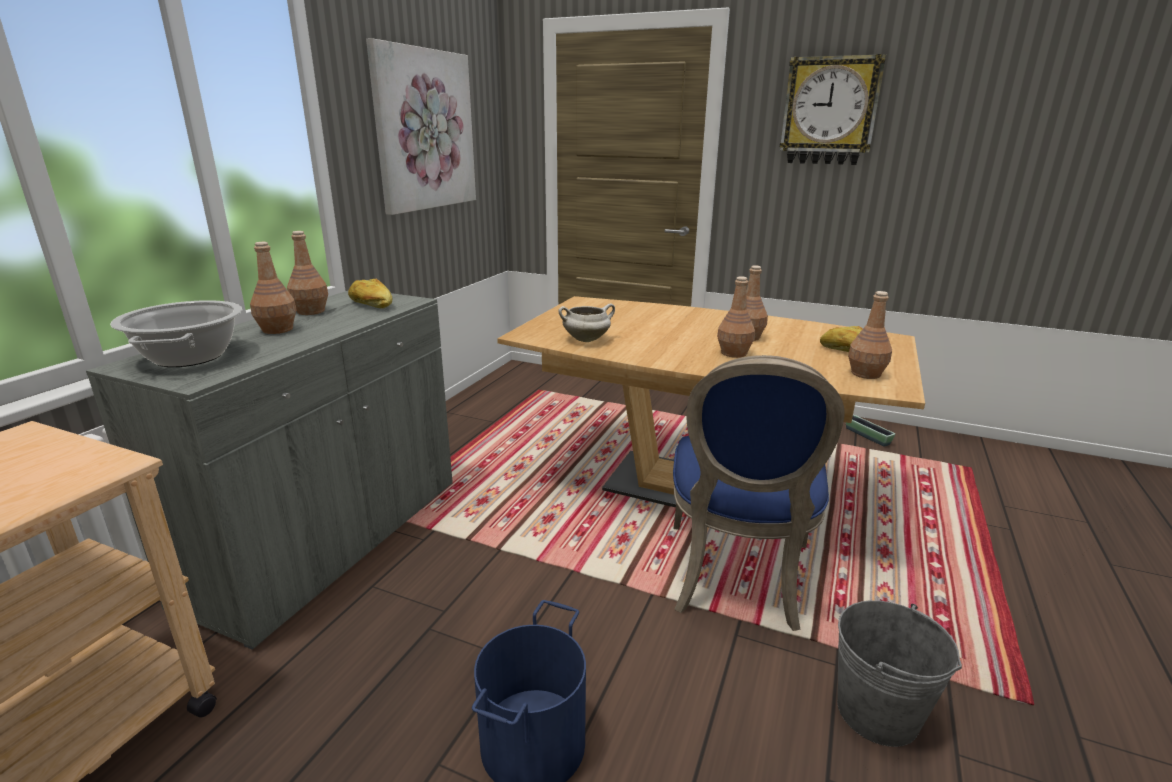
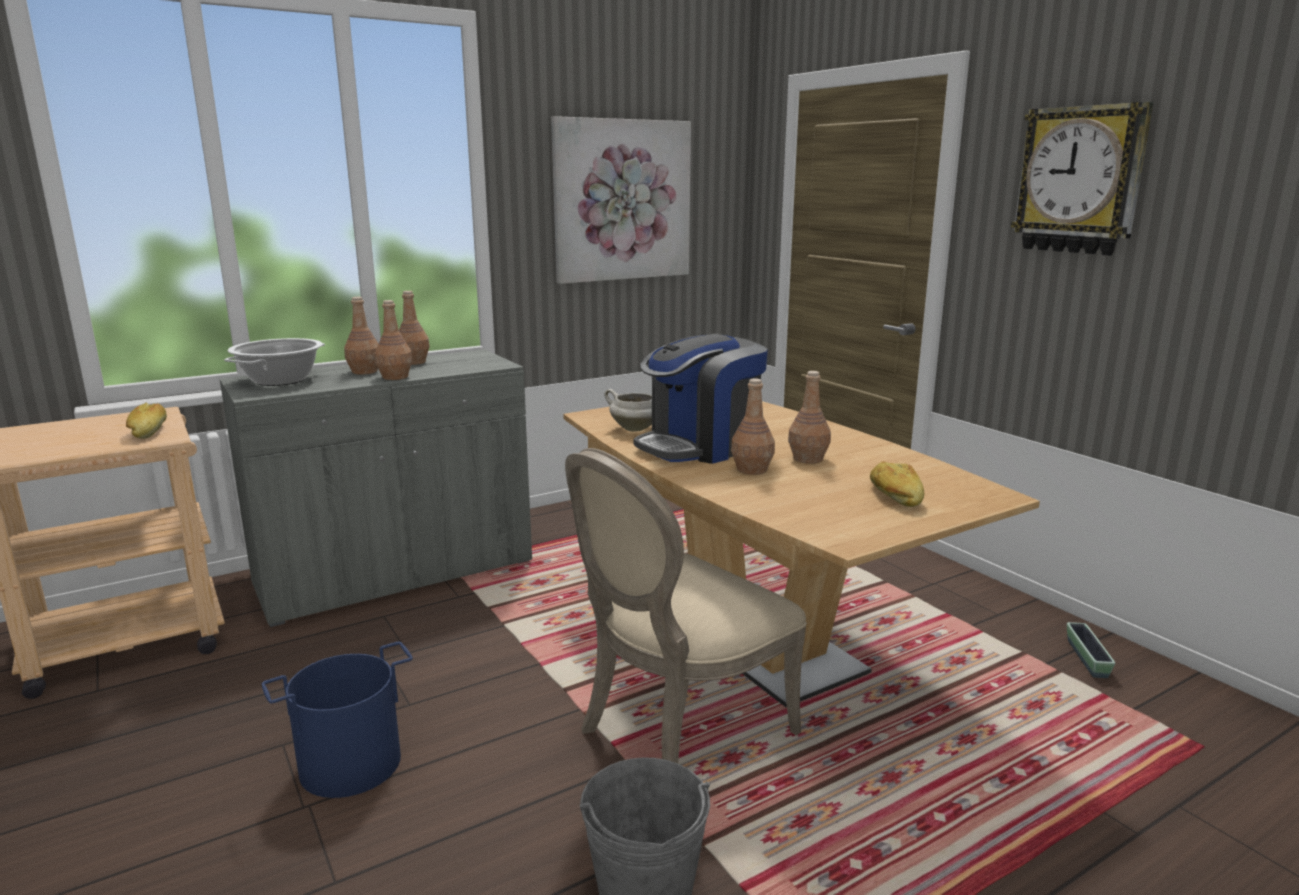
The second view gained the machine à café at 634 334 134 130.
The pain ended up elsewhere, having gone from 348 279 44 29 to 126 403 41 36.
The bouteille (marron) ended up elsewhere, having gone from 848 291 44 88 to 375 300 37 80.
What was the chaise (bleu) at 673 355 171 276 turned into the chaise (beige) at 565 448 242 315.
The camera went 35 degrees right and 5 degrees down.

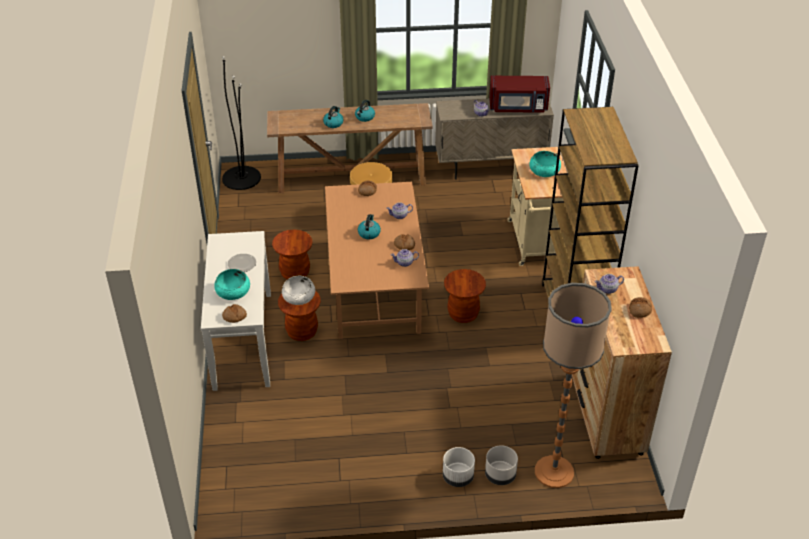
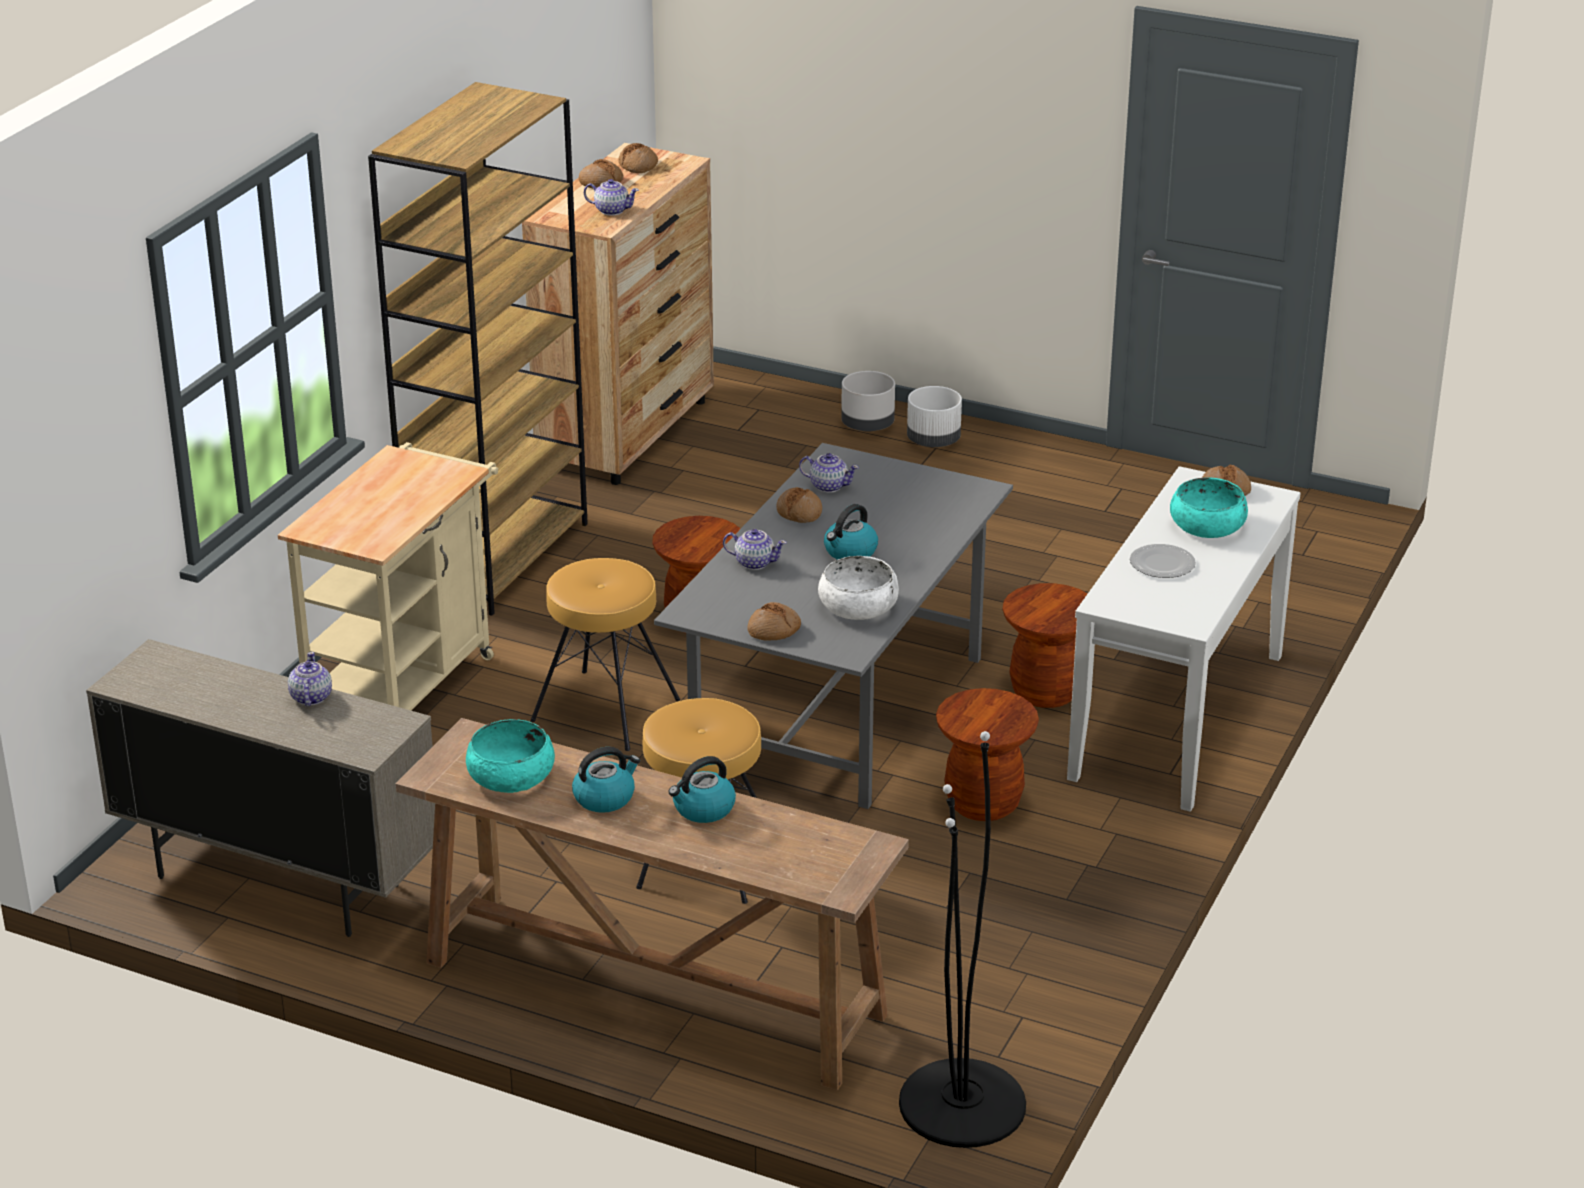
The second view lost the micro-ondes (rouge) at 489 76 61 36.
The second view lost the lampadaire at 535 283 77 205.
The second view gained the tabouret (marron) at 530 558 150 193.
The second view gained the pain at 618 143 40 30.
The bol (blanc) ended up elsewhere, having gone from 282 276 33 29 to 818 556 81 64.
The bol (turquoise) ended up elsewhere, having gone from 529 151 32 26 to 466 719 89 74.
What was the table à manger (marron) at 325 182 104 157 turned into the table à manger (gris) at 654 443 359 366.
The camera went 150 degrees left and 10 degrees down.

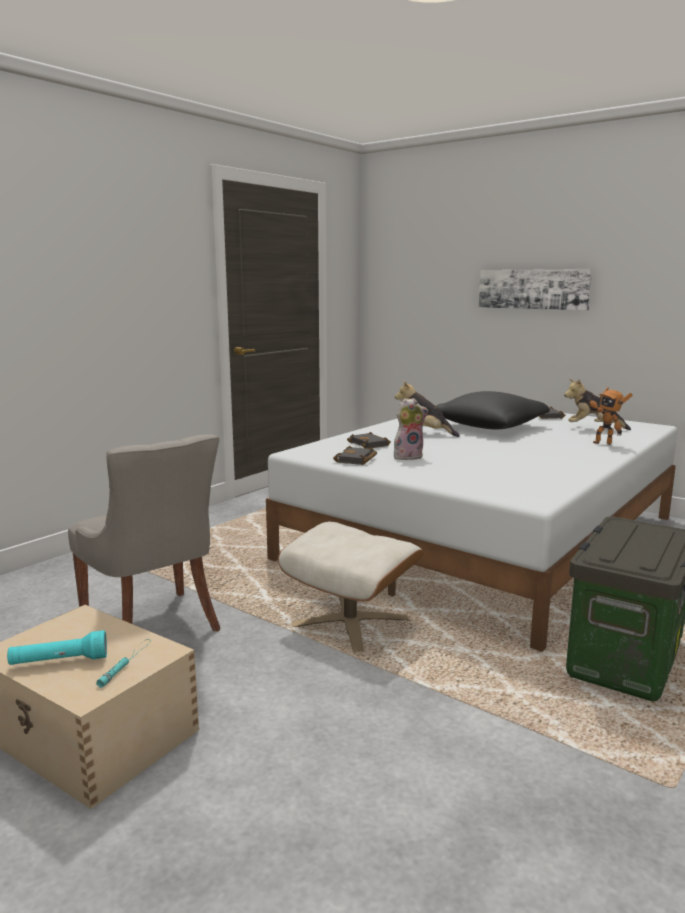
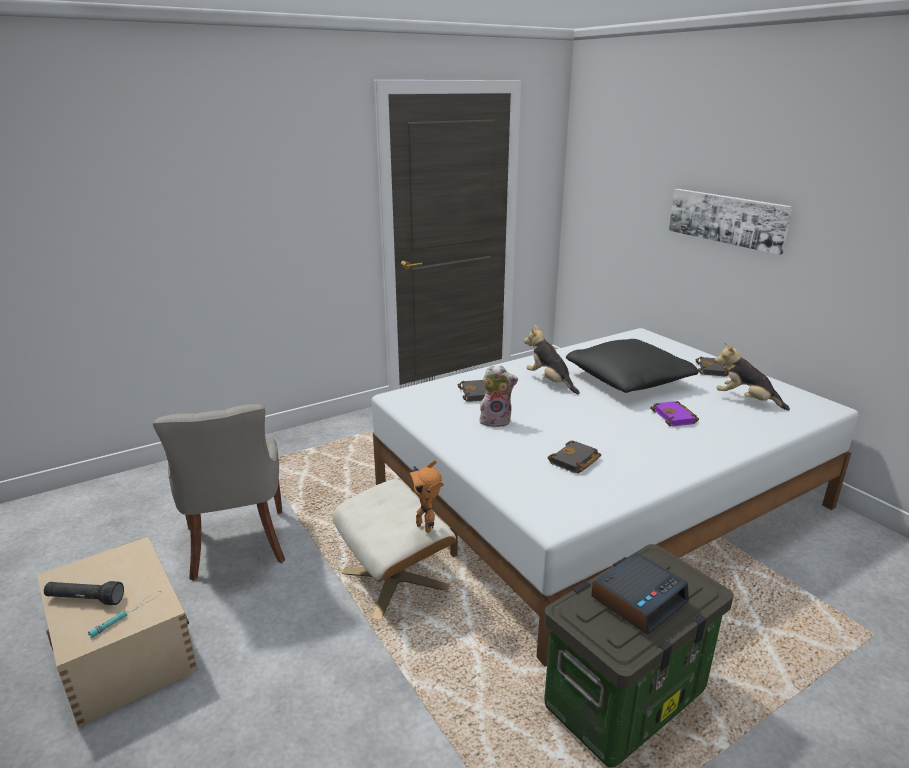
The second view gained the réveil at 591 552 98 83.
The second view gained the livre (violet) at 650 401 49 26.
The livre (noir) ended up elsewhere, having gone from 333 446 44 19 to 548 440 53 33.
The robot jouet ended up elsewhere, having gone from 586 387 47 58 to 409 460 35 73.
What was the lampe de poche (turquoise) at 7 630 100 35 turned into the lampe de poche (noir) at 44 581 80 24.
The camera went 20 degrees right and 10 degrees up.

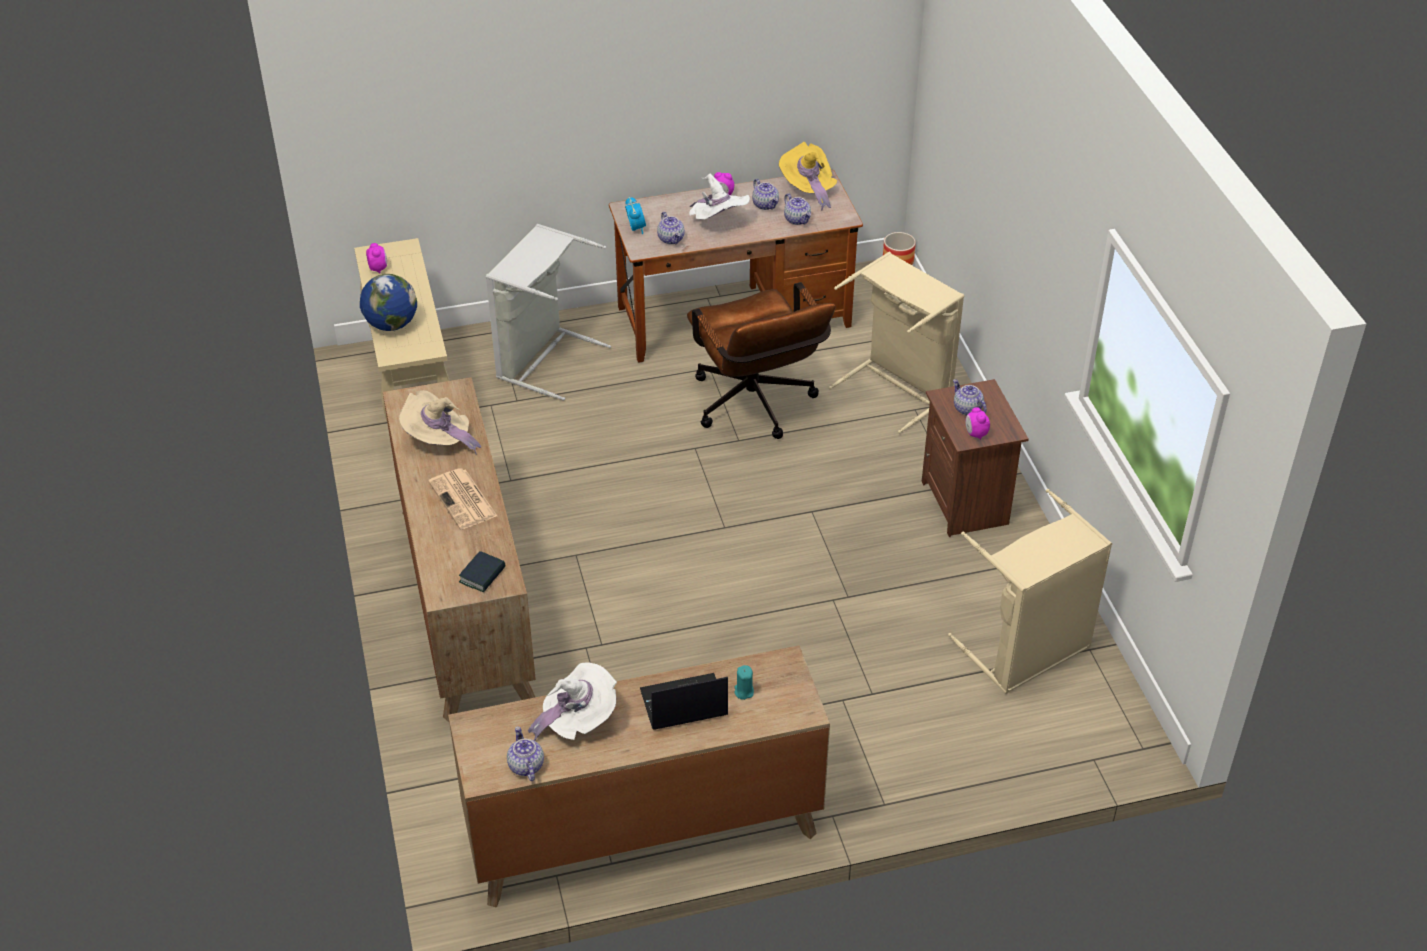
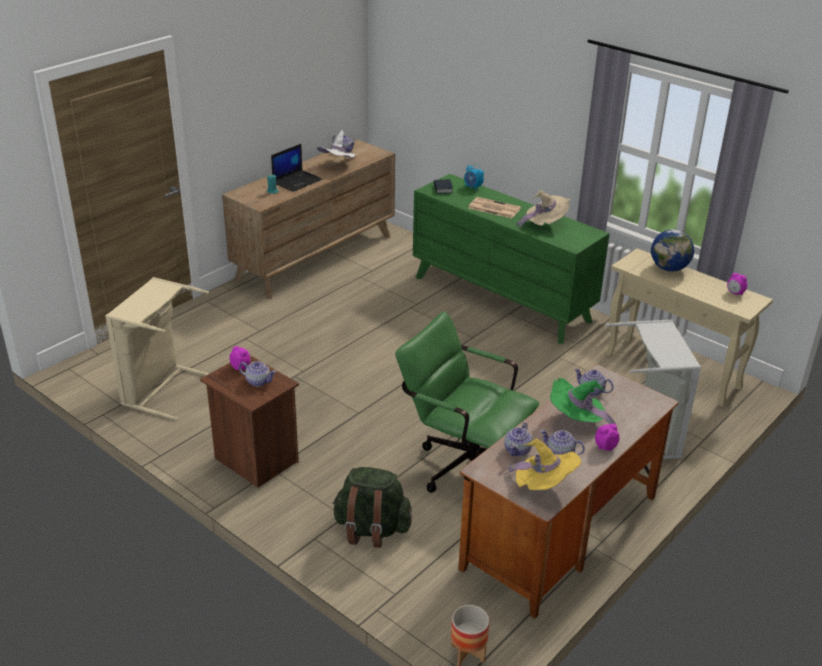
The réveil ended up elsewhere, having gone from 625 196 21 38 to 464 164 20 27.
Where the panier à linge (beige) stood at 829 252 135 182, the sac à dos (vert) came to stand at 332 467 80 81.
What was the commode (marron) at 383 377 153 345 turned into the commode (vert) at 413 174 197 170.
What was the chaise de bureau (marron) at 687 282 149 157 turned into the chaise de bureau (vert) at 395 311 144 182.
What was the chapeau (blanc) at 689 174 61 46 turned into the chapeau (vert) at 550 378 66 47.
The théière at 784 193 27 32 ended up facing another way, 90 degrees counterclockwise from before.
The camera went 145 degrees right and 10 degrees down.

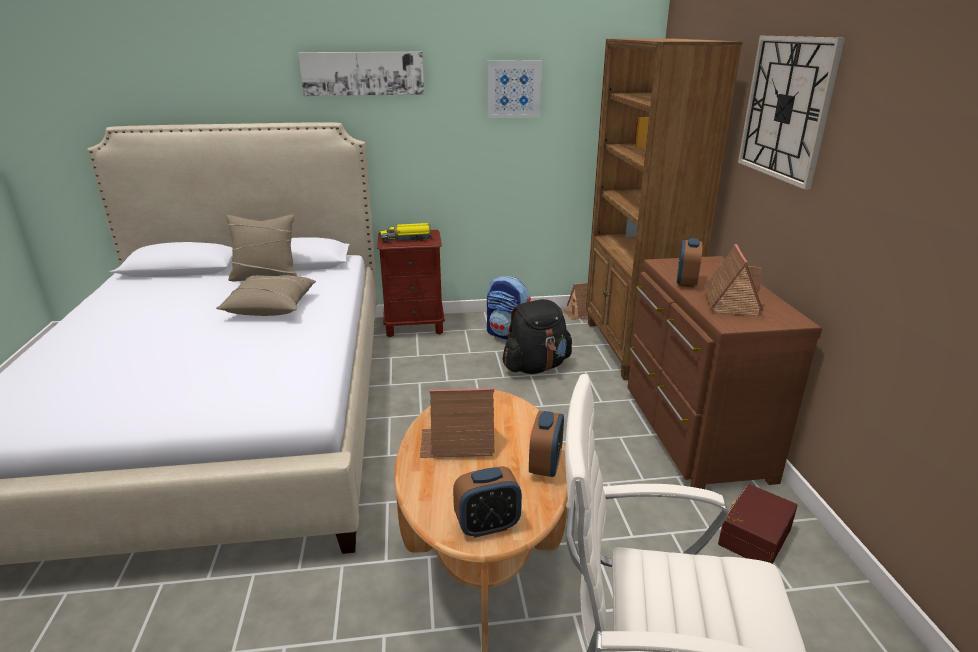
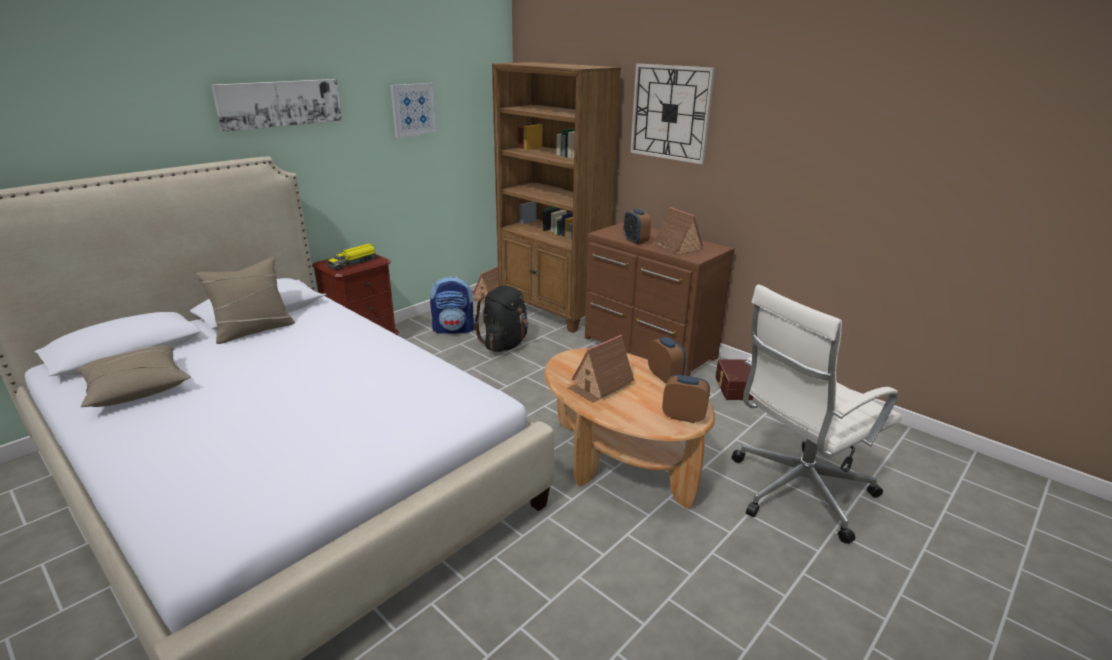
The coussin (beige) ended up elsewhere, having gone from 216 275 100 41 to 77 345 114 62.
The réveil at 453 466 69 72 ended up facing another way, 105 degrees counterclockwise from before.
The camera went 40 degrees left and 0 degrees up.

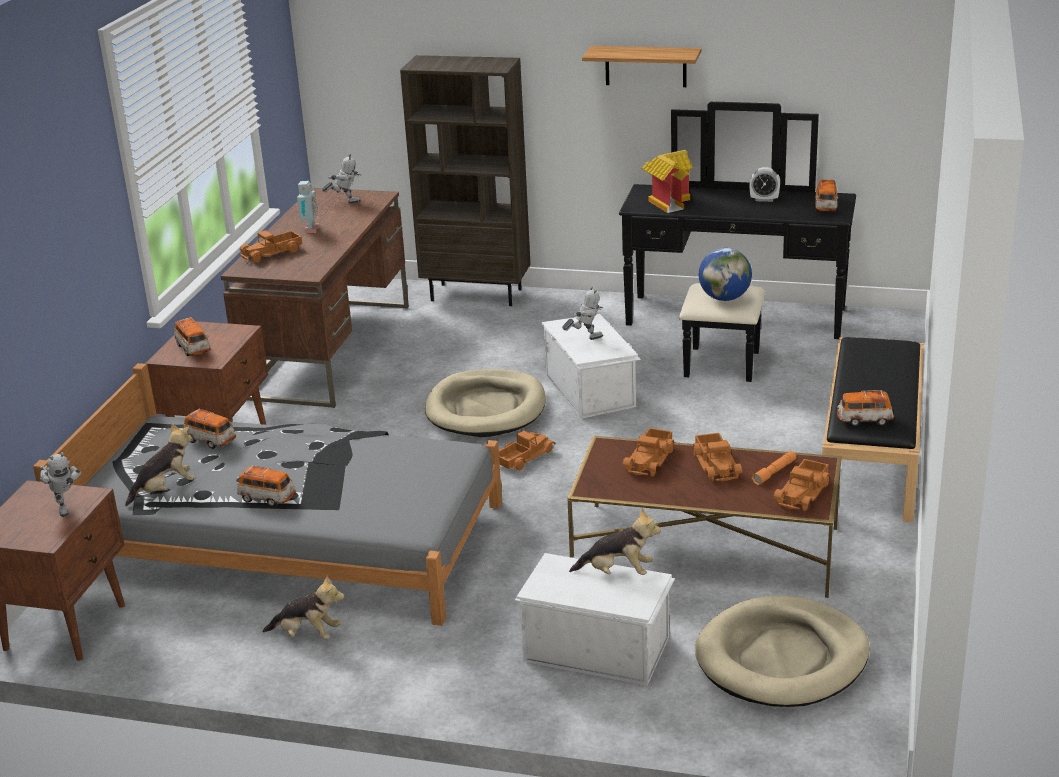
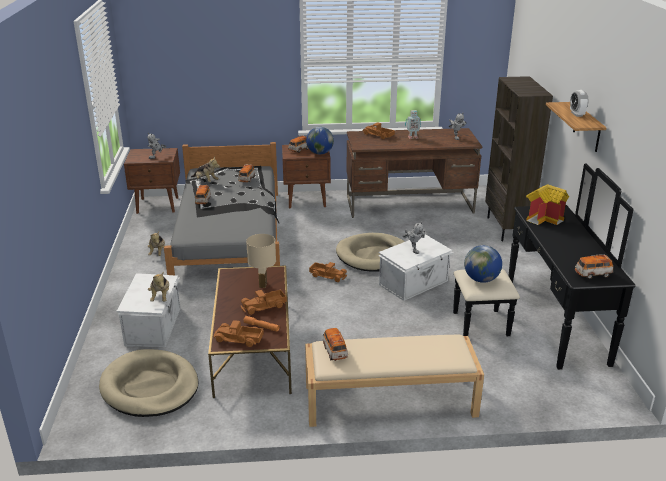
The second view gained the globe at 306 127 28 27.
The réveil ended up elsewhere, having gone from 749 167 31 35 to 570 90 18 27.
Where the camion jouet stood at 622 428 53 49, the lampe de table (beige) came to stand at 246 234 30 54.
What was the banc (noir) at 822 337 102 185 turned into the banc (beige) at 305 334 179 93.
The camera went 70 degrees right and 0 degrees up.

